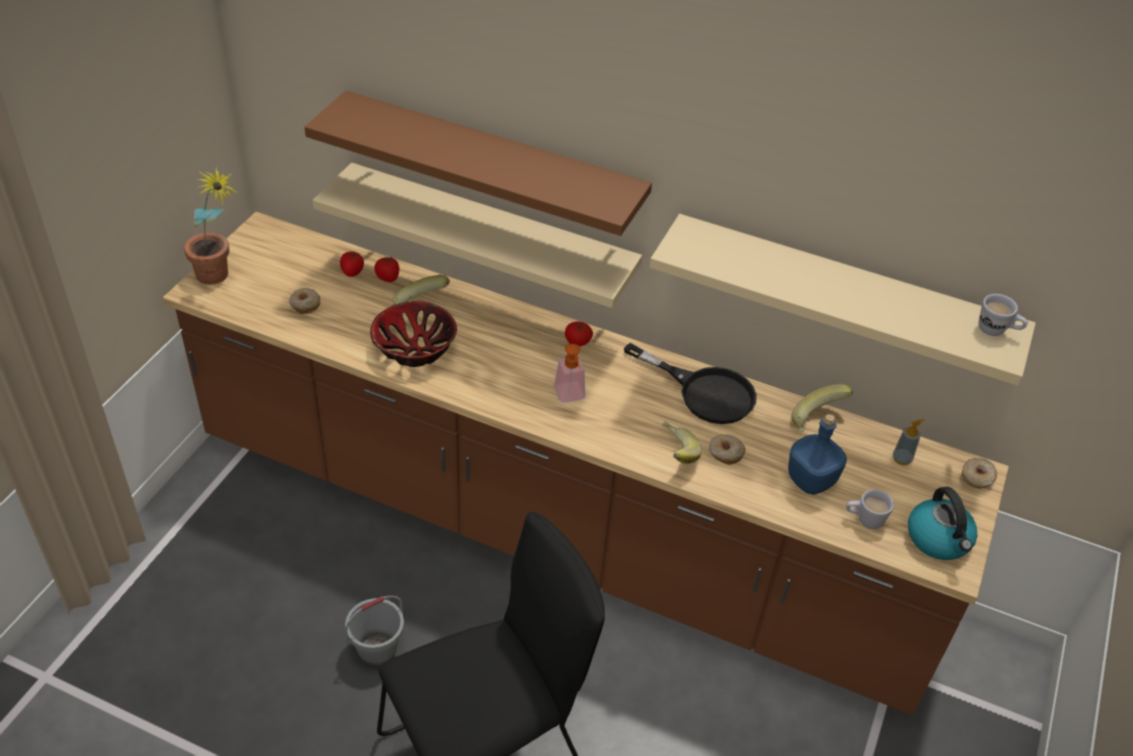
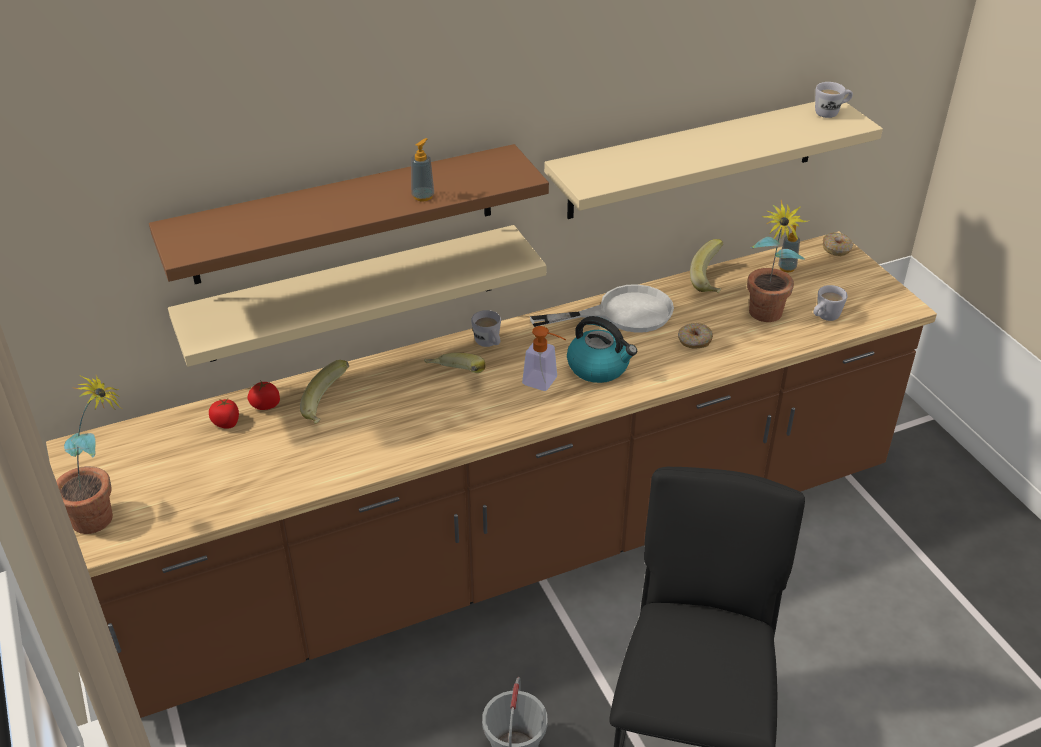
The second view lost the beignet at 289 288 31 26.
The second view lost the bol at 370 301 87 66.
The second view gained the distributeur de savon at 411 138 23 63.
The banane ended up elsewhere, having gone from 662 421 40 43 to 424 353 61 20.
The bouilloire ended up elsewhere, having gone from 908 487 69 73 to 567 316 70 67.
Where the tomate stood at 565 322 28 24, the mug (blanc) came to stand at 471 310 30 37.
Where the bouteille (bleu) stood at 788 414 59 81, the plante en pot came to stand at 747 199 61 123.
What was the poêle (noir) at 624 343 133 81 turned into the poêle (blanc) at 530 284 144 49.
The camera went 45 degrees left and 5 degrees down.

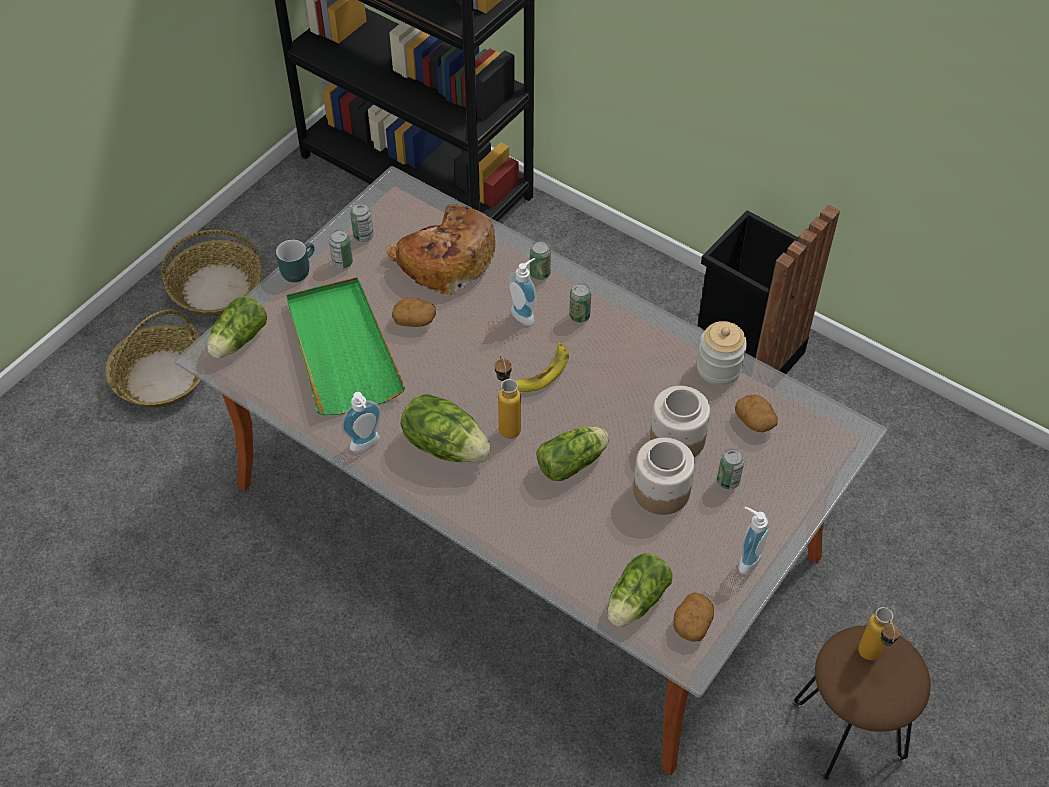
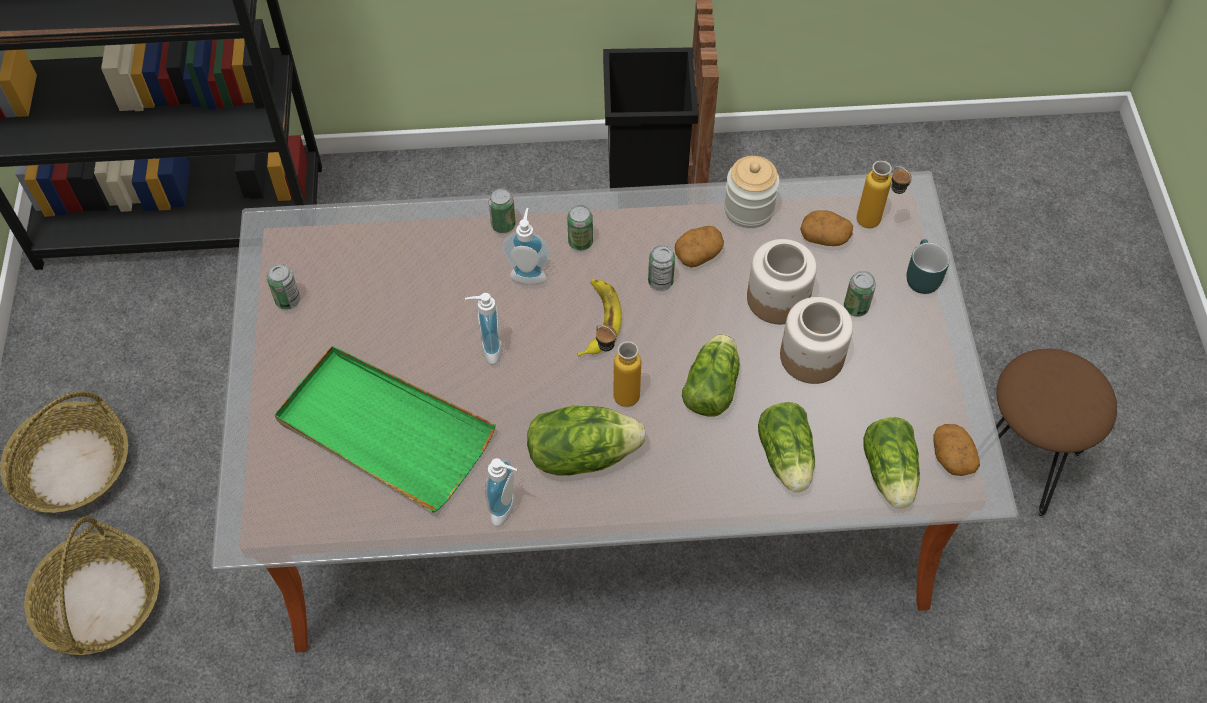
The second view lost the pain at 386 204 109 92.
The laitue ended up elsewhere, having gone from 207 296 60 62 to 758 402 57 90.
The mug (turquoise) ended up elsewhere, having gone from 276 240 39 42 to 907 239 43 55.
The boîte métallique ended up elsewhere, having gone from 329 230 24 39 to 648 245 27 46.
The pomme de terre ended up elsewhere, having gone from 392 298 44 29 to 675 226 49 42.
The distributeur de savon ended up elsewhere, having gone from 738 506 31 68 to 465 293 37 72.
The bouteille ended up elsewhere, having gone from 858 607 42 53 to 857 160 55 68.
The camera went 40 degrees left and 5 degrees up.

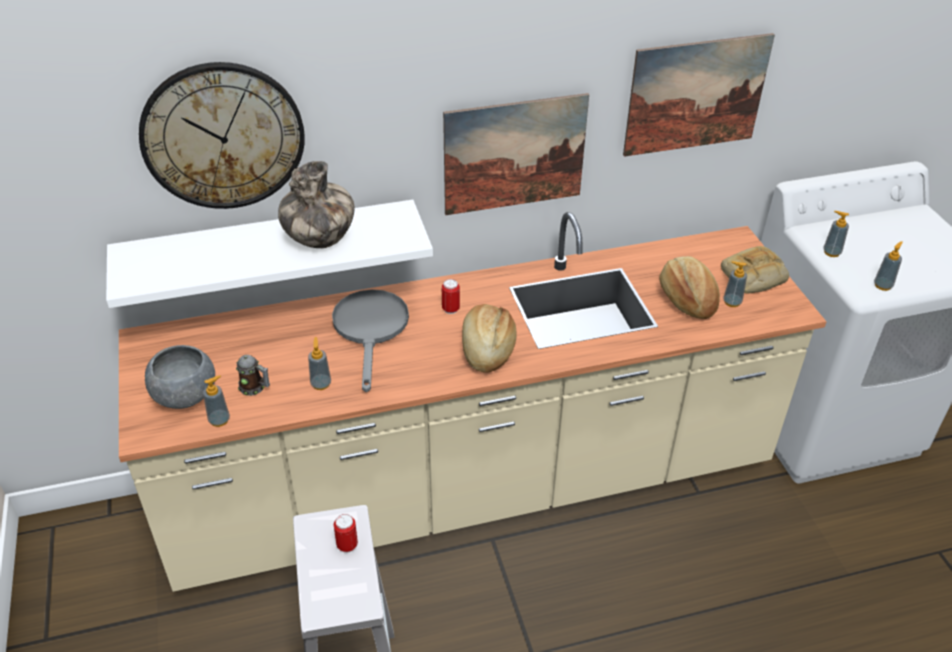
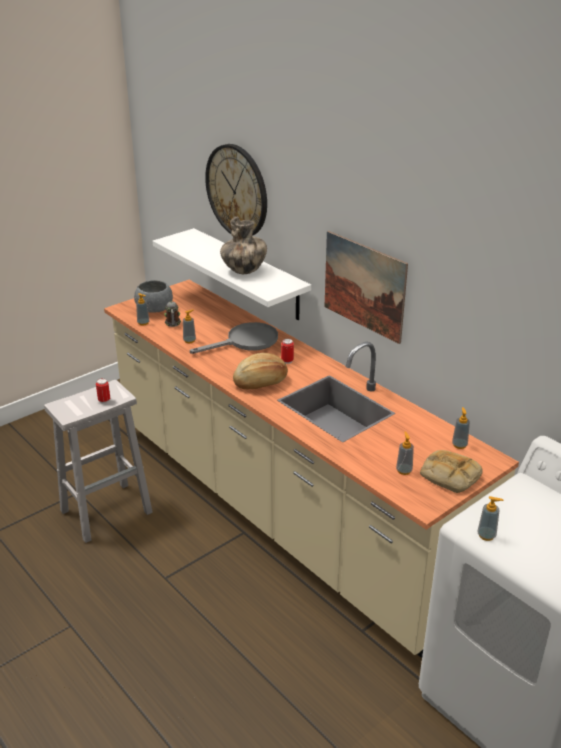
The second view lost the tableau at 623 33 152 124.
The second view lost the pain at 659 256 61 63.
The distributeur de savon ended up elsewhere, having gone from 823 211 26 46 to 452 407 18 42.
The camera went 65 degrees right and 10 degrees down.

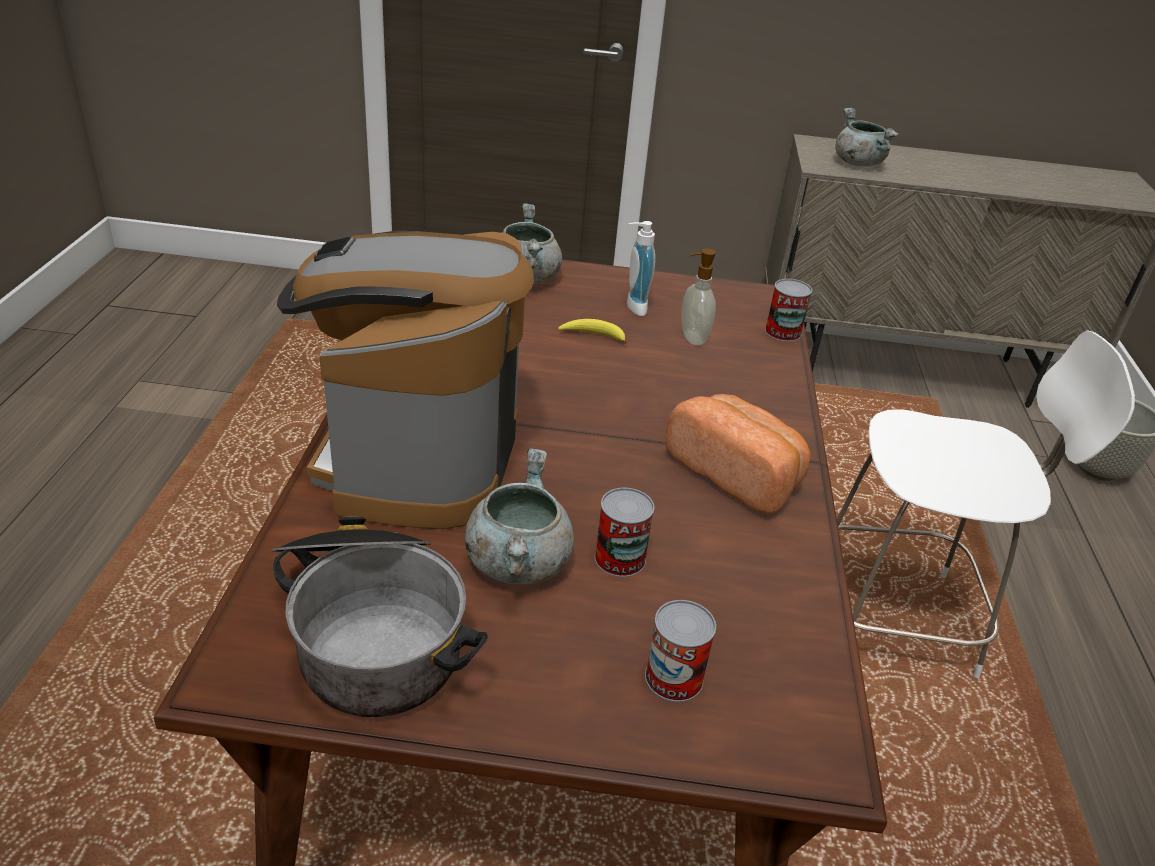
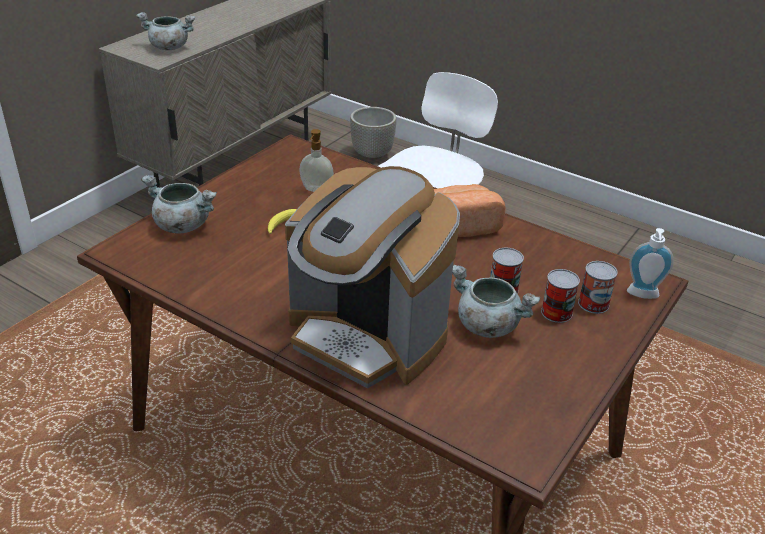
The second view lost the marmite at 271 516 217 201.
The distributeur de savon ended up elsewhere, having gone from 627 221 28 95 to 627 228 47 71.
The boîte métallique ended up elsewhere, having gone from 765 279 47 63 to 541 269 39 54.
The camera went 60 degrees left and 0 degrees up.

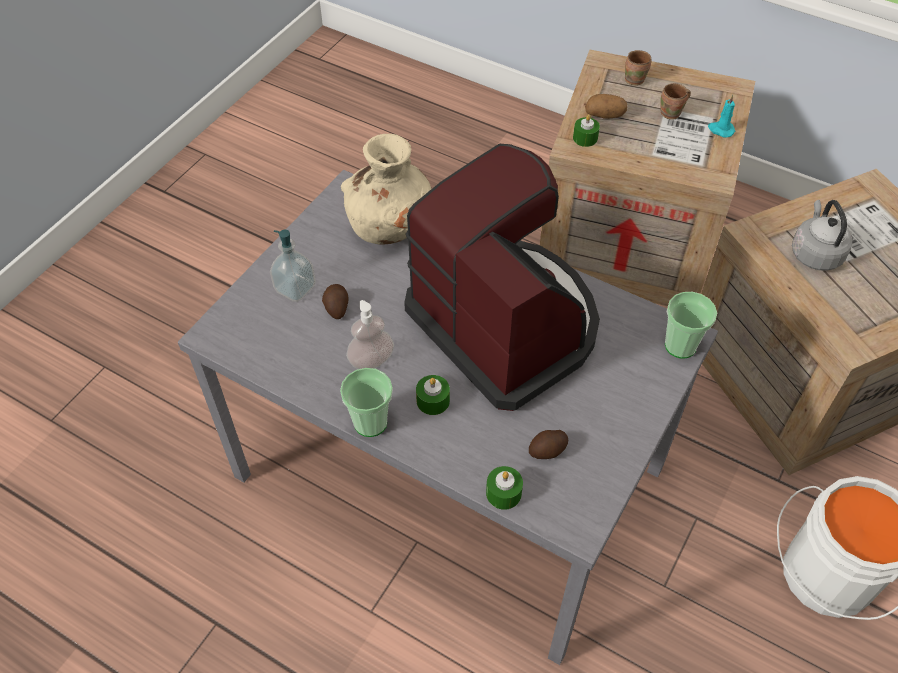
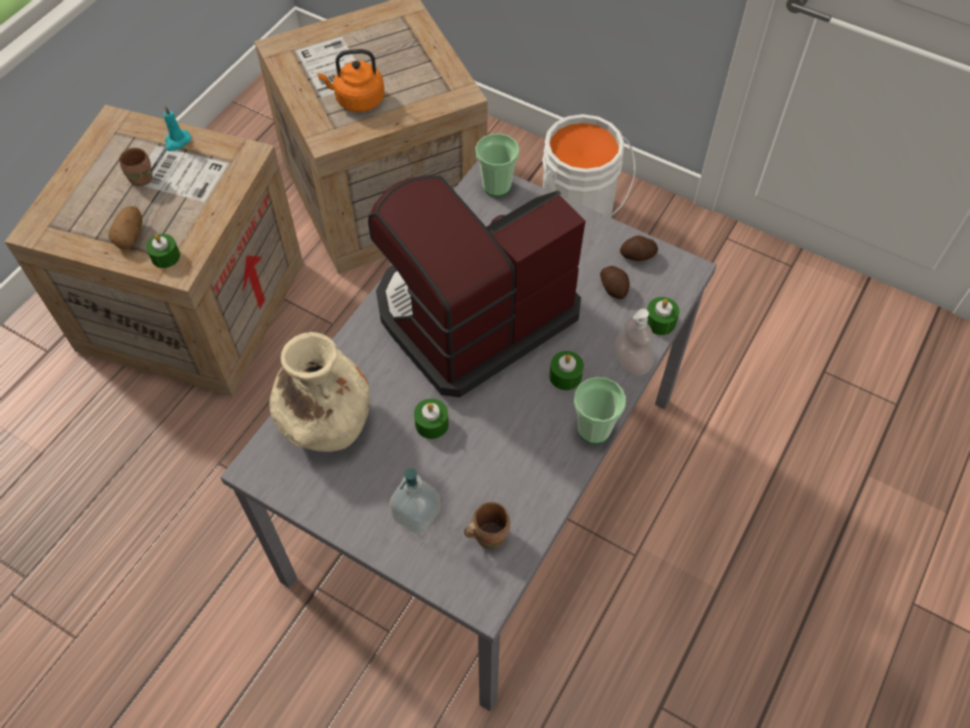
The second view gained the bougie (vert) at 414 399 35 40.
The pomme de terre ended up elsewhere, having gone from 322 284 27 35 to 620 235 38 26.
The distributeur de savon ended up elsewhere, having gone from 346 300 48 69 to 615 309 39 67.
The mug (marron) ended up elsewhere, having gone from 625 50 26 36 to 464 502 46 47.
What was the bouilloire (gris) at 792 200 61 71 turned into the bouilloire (orange) at 318 49 67 63.
The camera went 90 degrees left and 5 degrees up.

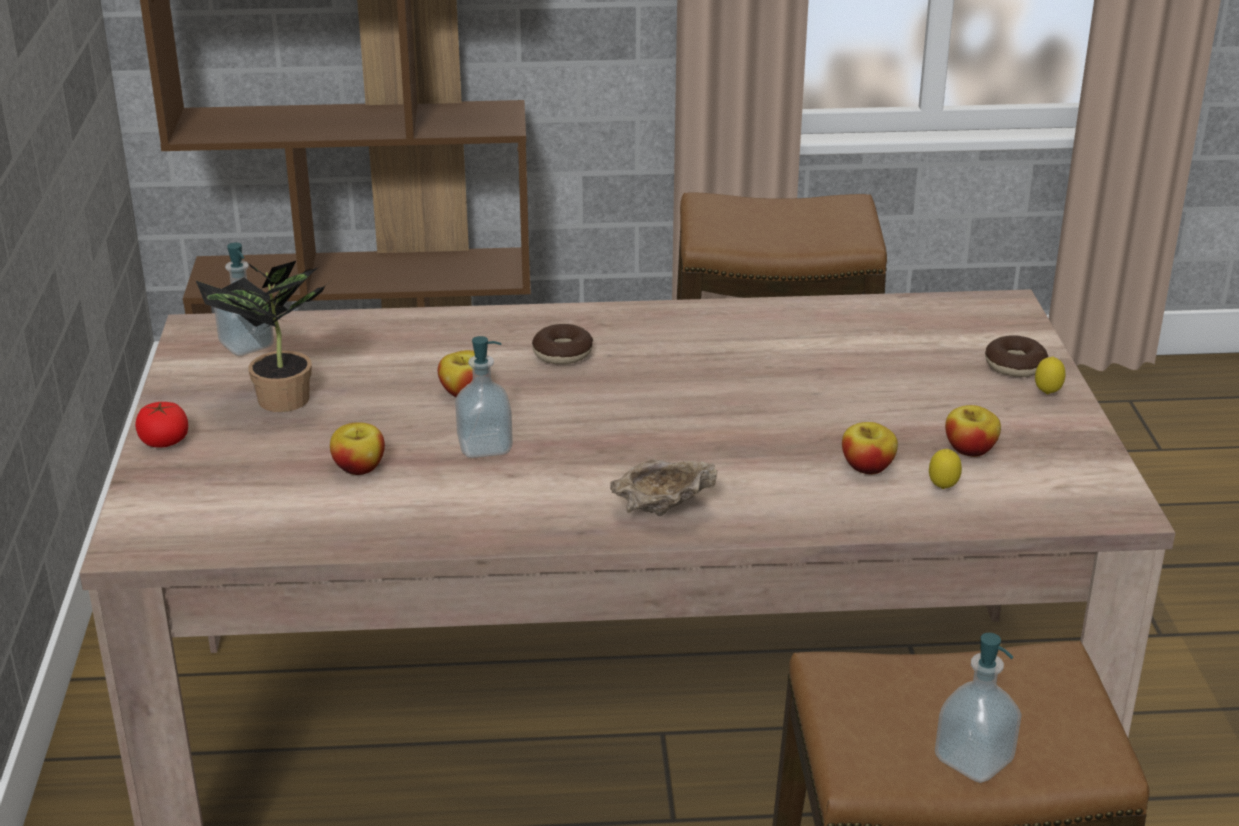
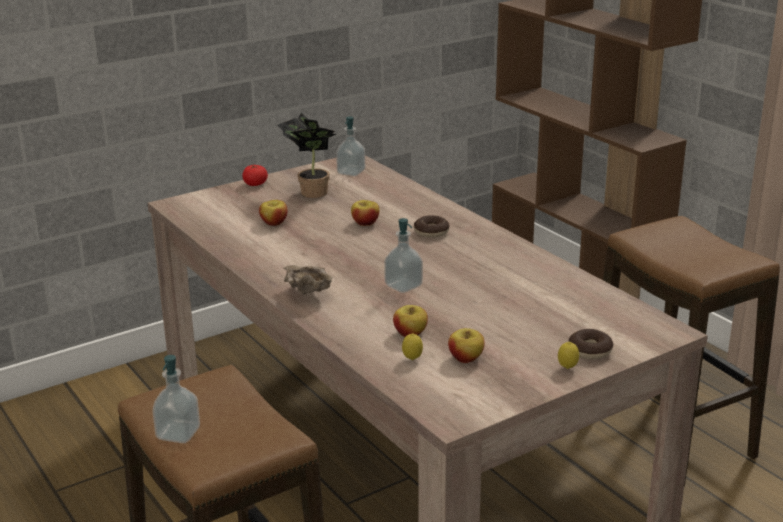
The distributeur de savon ended up elsewhere, having gone from 455 336 58 122 to 384 218 39 75.
The camera went 60 degrees right and 5 degrees down.

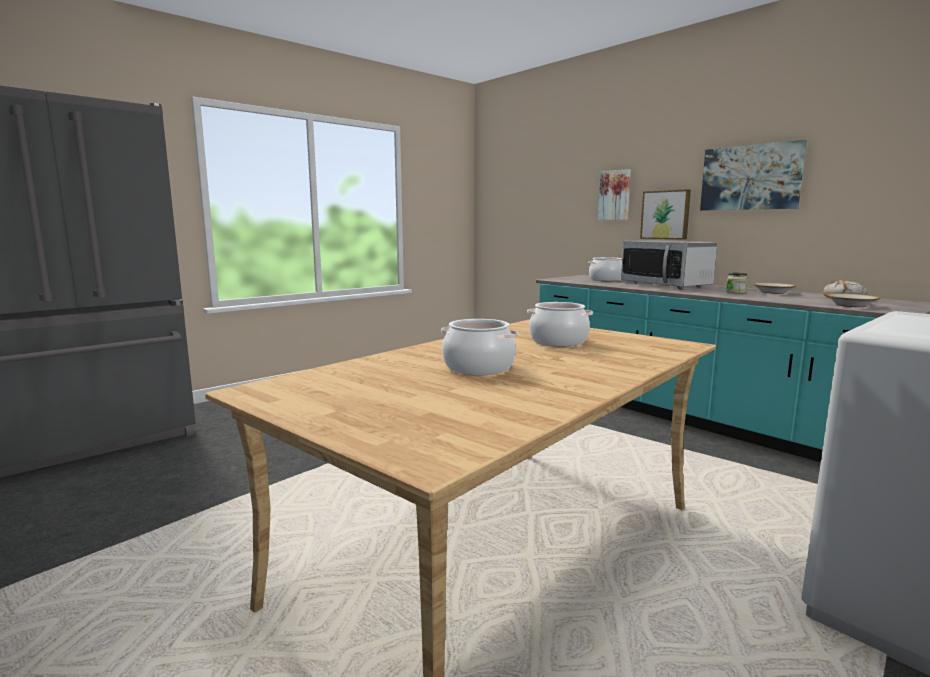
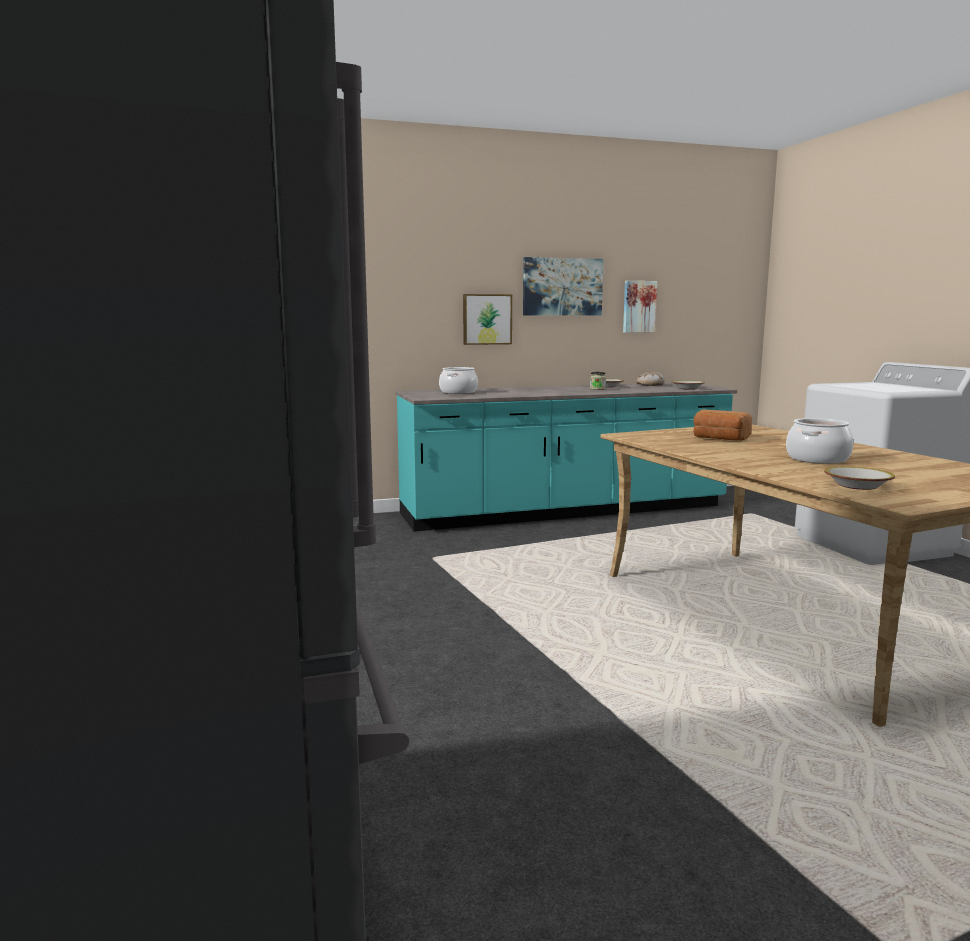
The second view lost the micro-ondes at 621 240 96 48.
The second view gained the bol at 824 466 71 24.
The tableau ended up elsewhere, having gone from 598 169 33 51 to 623 281 34 52.
Where the marmite stood at 527 302 66 44, the pain came to stand at 693 409 59 32.
The camera went 65 degrees left and 0 degrees up.

